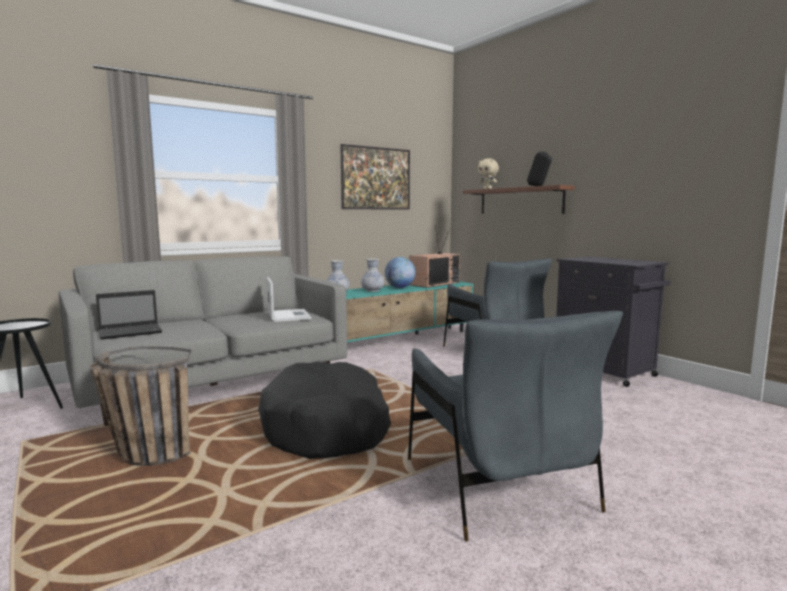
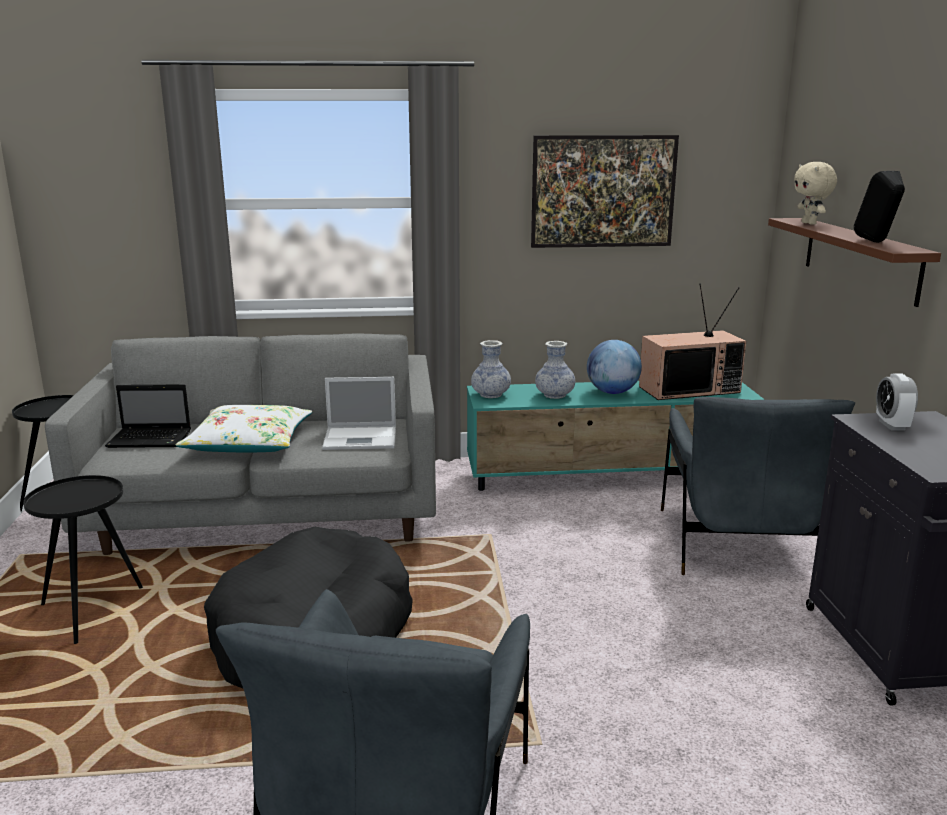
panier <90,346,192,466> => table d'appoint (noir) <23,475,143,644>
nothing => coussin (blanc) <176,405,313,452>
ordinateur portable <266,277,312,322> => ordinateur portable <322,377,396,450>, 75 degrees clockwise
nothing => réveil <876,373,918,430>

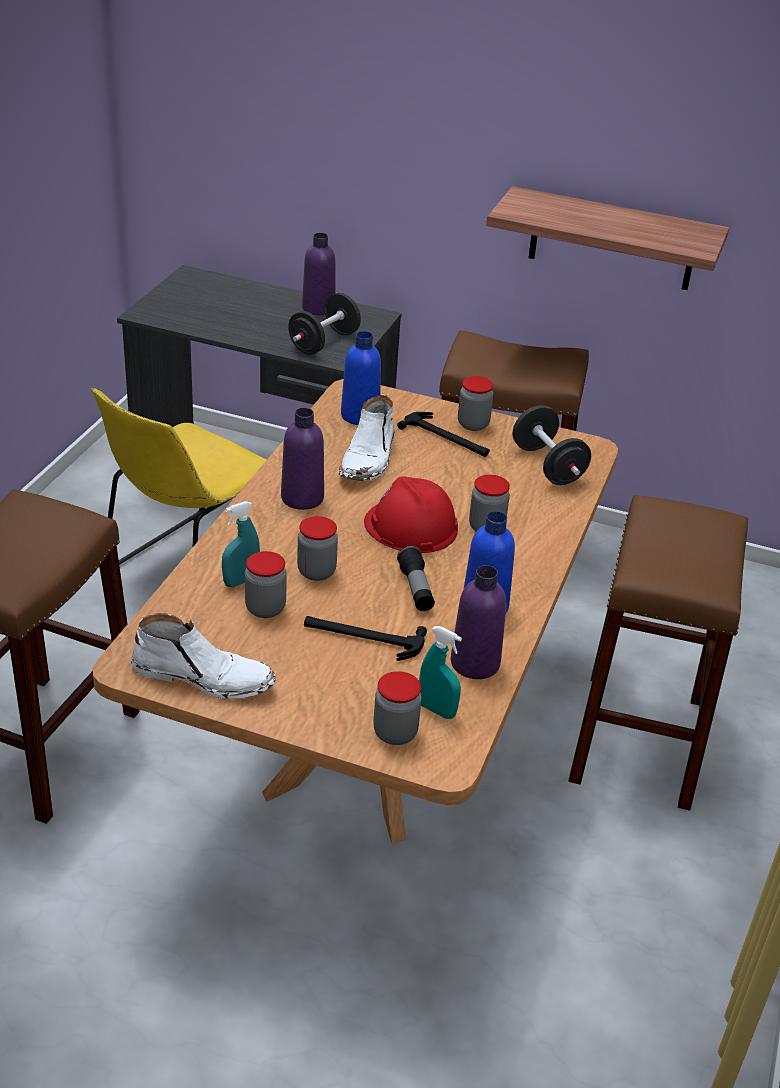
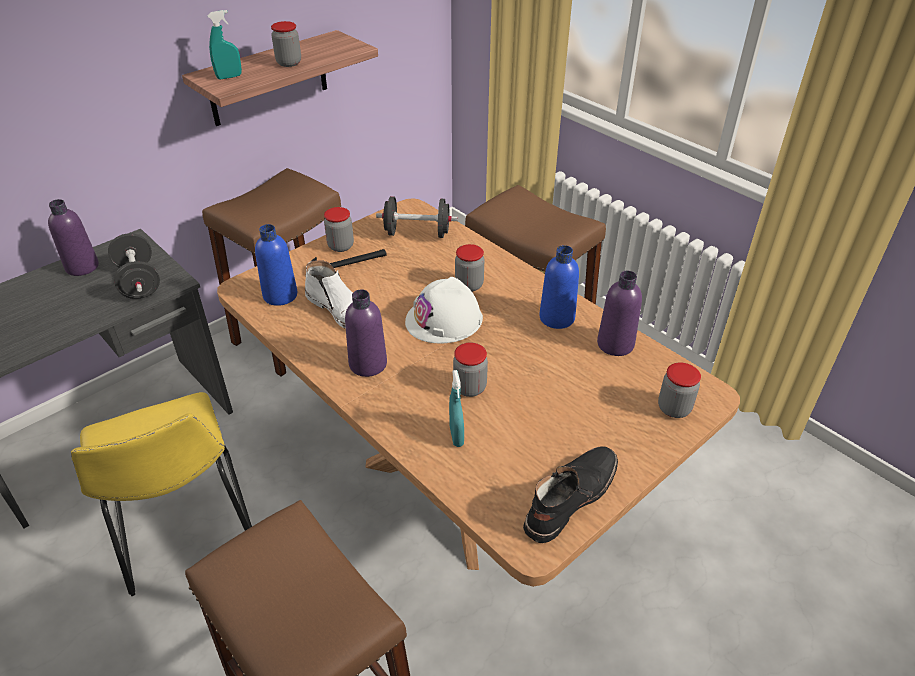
vaporisateur (turquoise) <419,626,462,719> => vaporisateur (turquoise) <207,10,242,80>, move
bocal <245,551,287,618> => bocal <271,21,301,67>, move
casque de chantier (rouge) <364,476,458,553> => casque de chantier (blanc) <405,277,483,343>
botte (blanc) <131,613,276,699> => botte (noir) <523,446,618,543>
marteau <304,616,427,661> => nothing
lampe de poche <397,546,435,611> => nothing

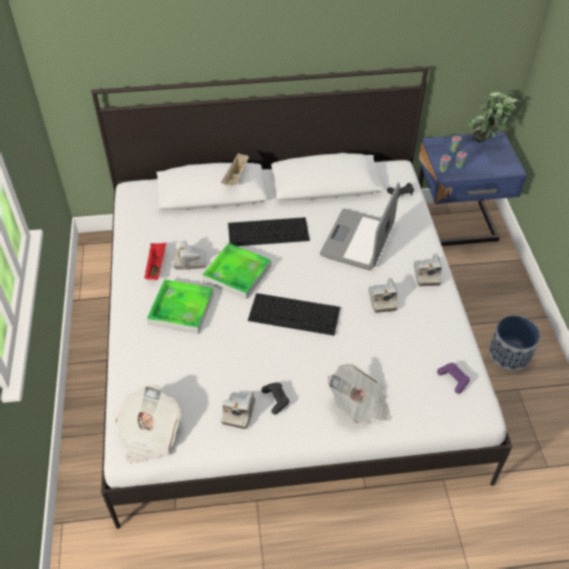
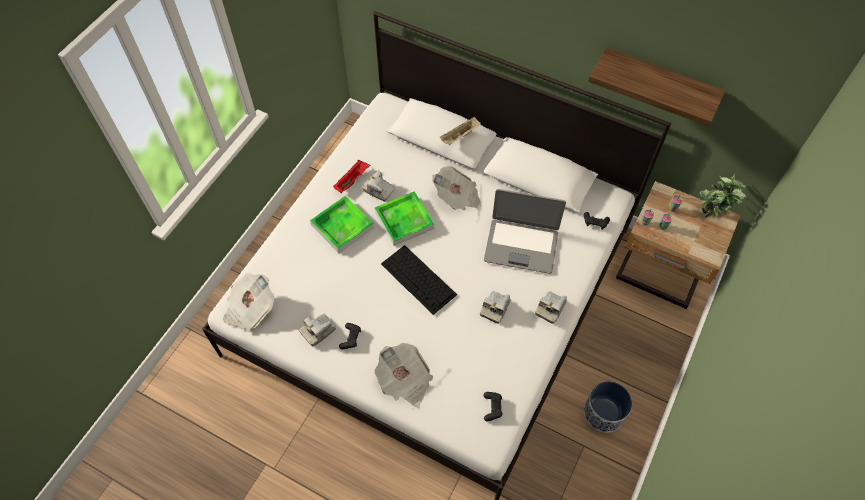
clavier <228,217,310,246> => journal <432,166,481,211>
manette (violet) <437,363,470,394> => manette (noir) <483,392,503,422>
ordinateur portable <320,182,400,270> => ordinateur portable <484,189,566,274>, 135 degrees counterclockwise
nothing => étagère <588,48,725,127>
table de chevet (bleu) <418,132,527,246> => table de chevet (beige) <616,181,740,309>

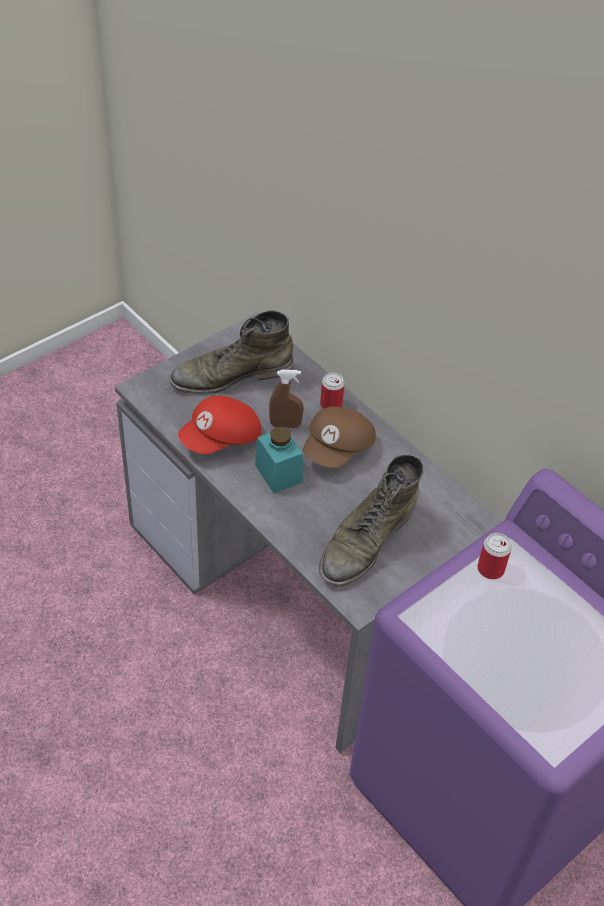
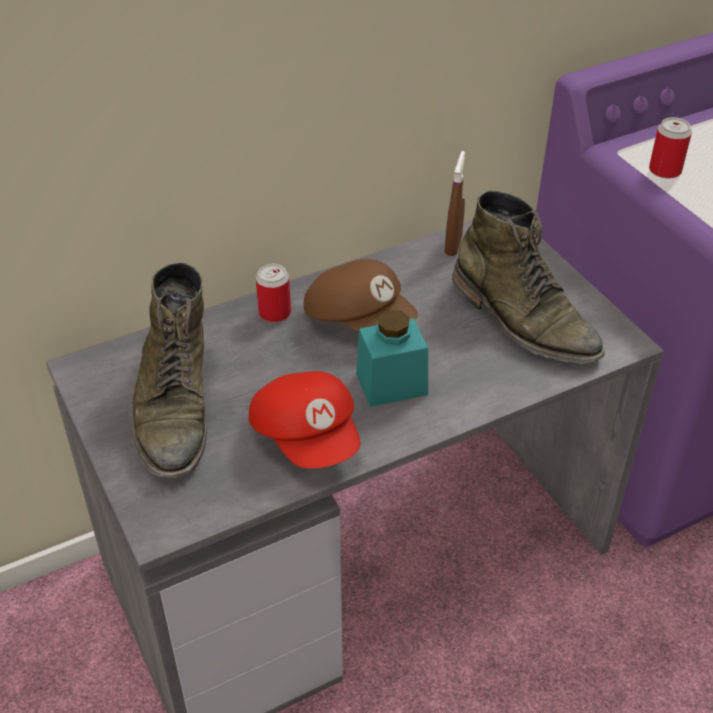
vaporisateur (marron) <269,370,304,428> => vaporisateur (marron) <445,151,465,256>, move

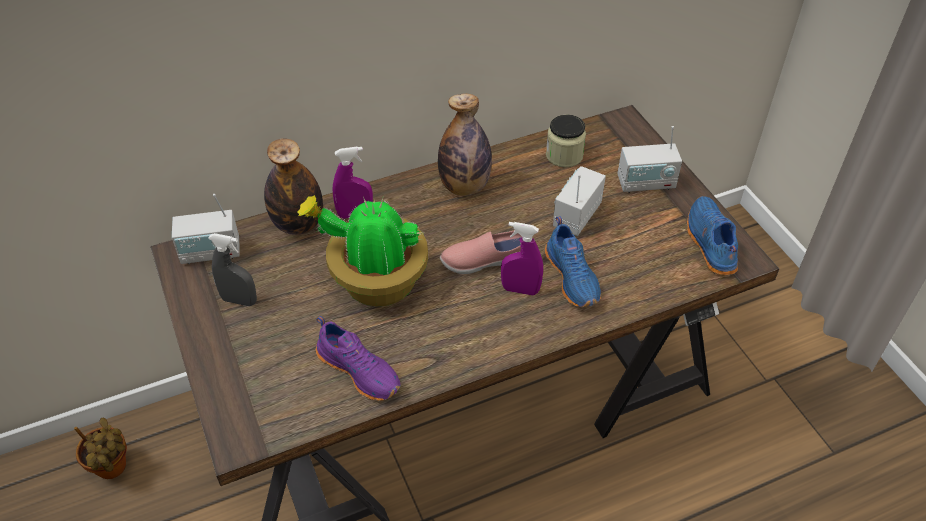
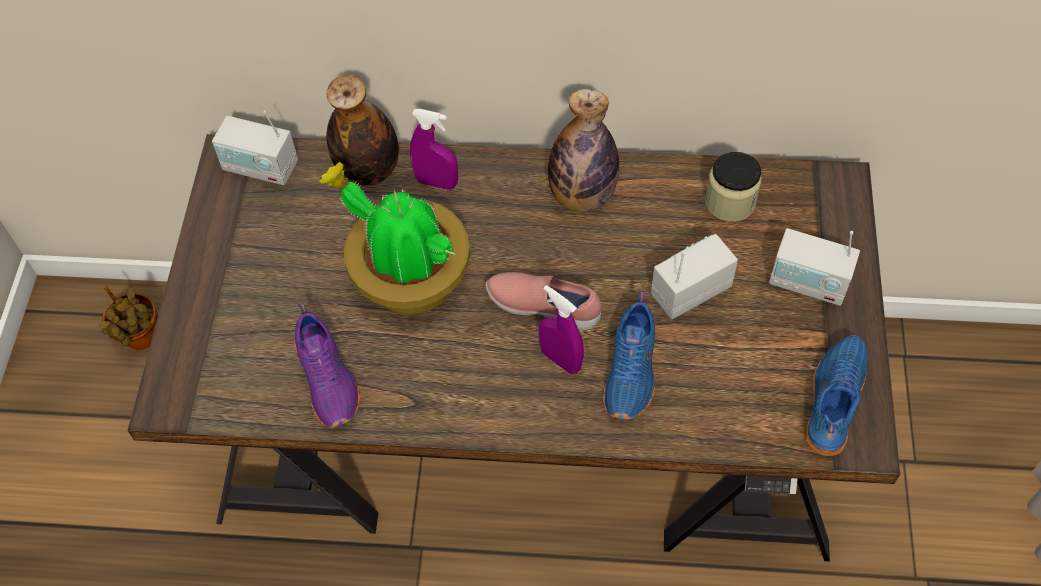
vaporisateur (gris) <208,233,257,306> => nothing

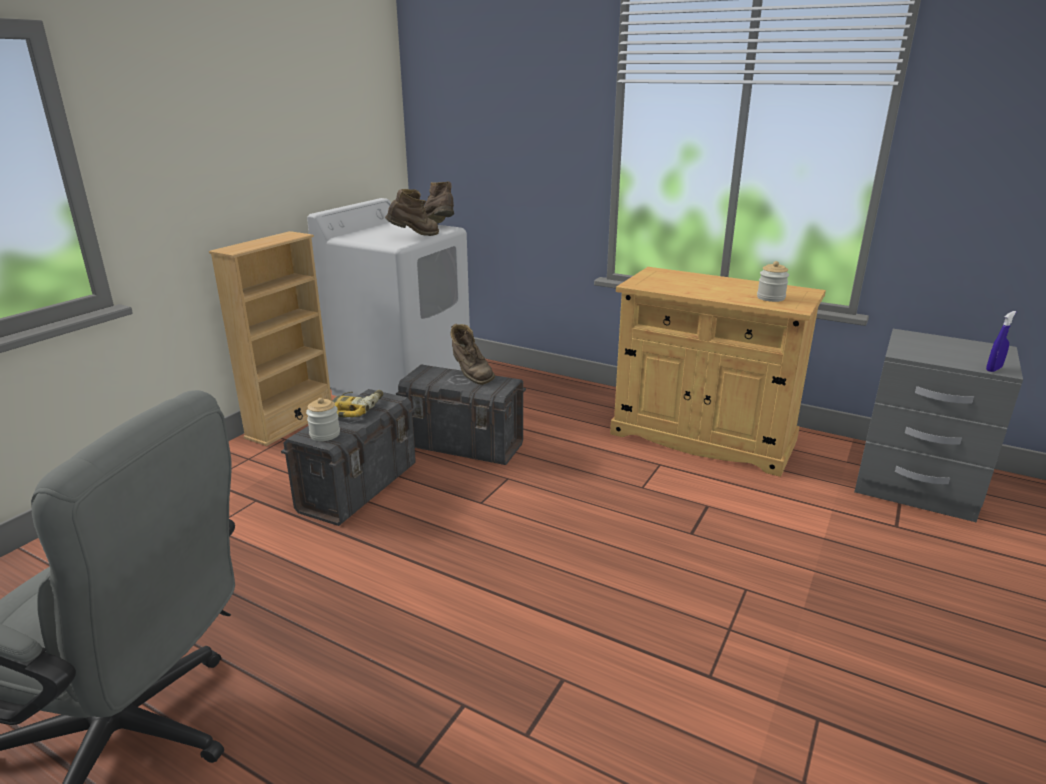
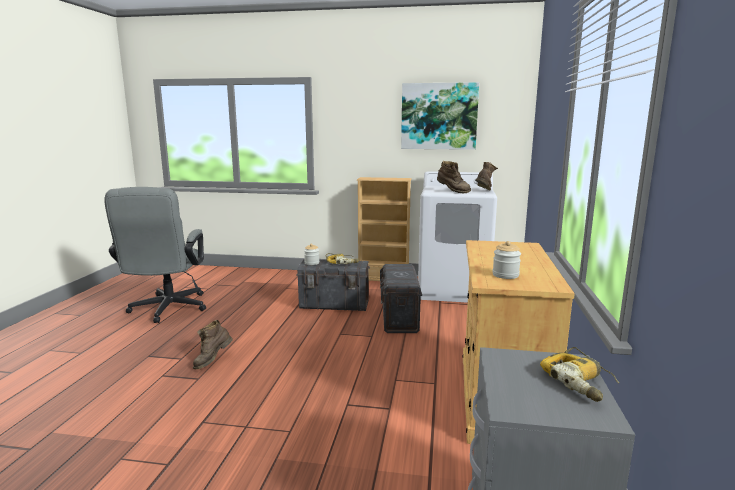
botte (marron) <450,323,495,385> => botte (marron) <193,320,233,369>, move
nothing => tableau <401,82,479,150>
nothing => perceuse <540,347,619,402>
vaporisateur (bleu) <986,311,1016,372> => nothing

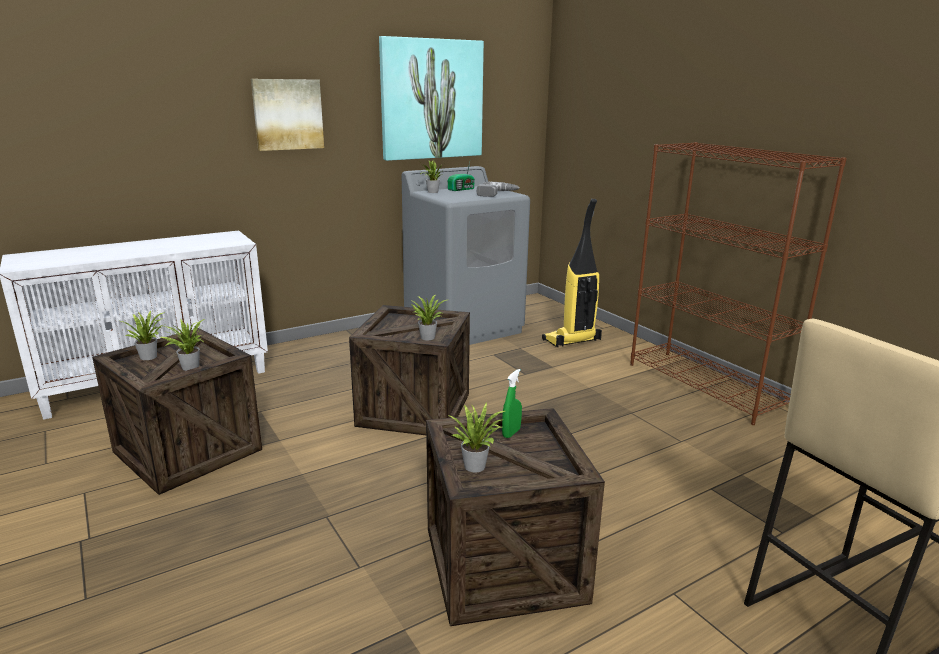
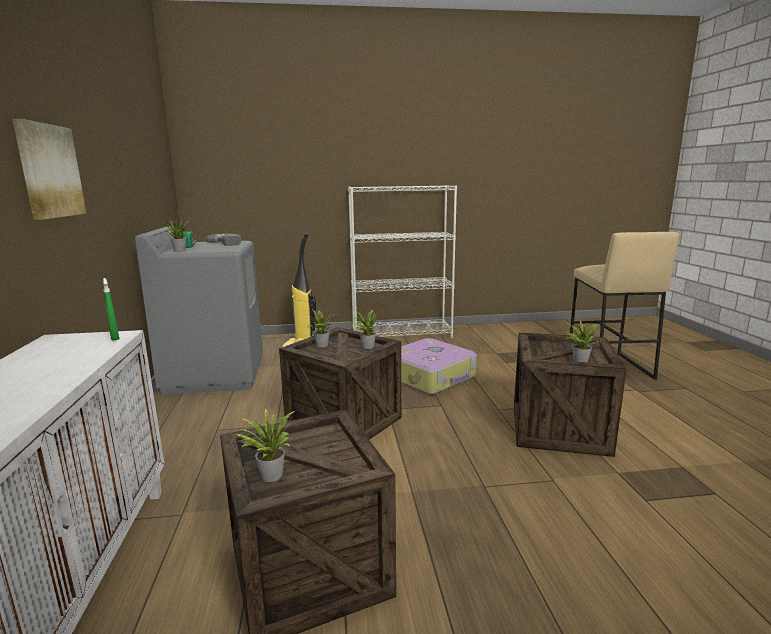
vaporisateur (vert) <502,369,522,438> => vaporisateur (vert) <103,278,119,341>, move
plante en pot <161,319,205,371> => plante en pot <304,310,334,347>, move
bibliothèque (marron) <630,142,847,425> => bibliothèque (blanc) <348,185,457,338>
nothing => valise <401,338,477,395>
tableau <379,36,484,161> => nothing

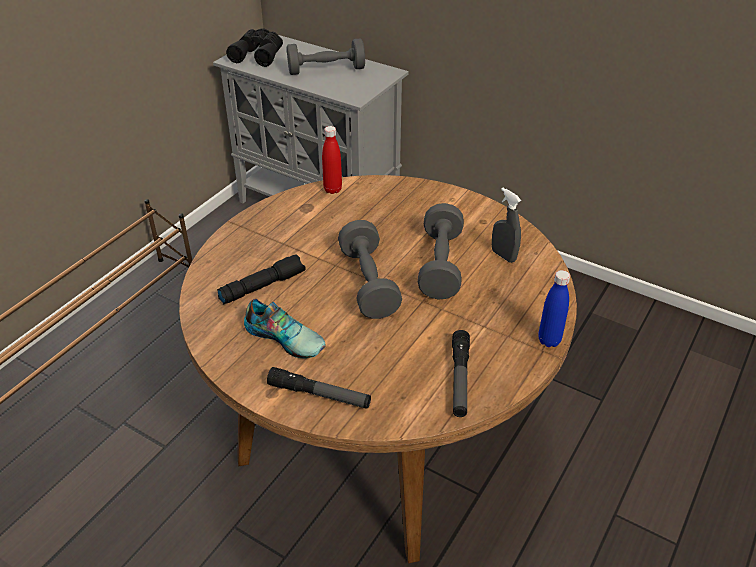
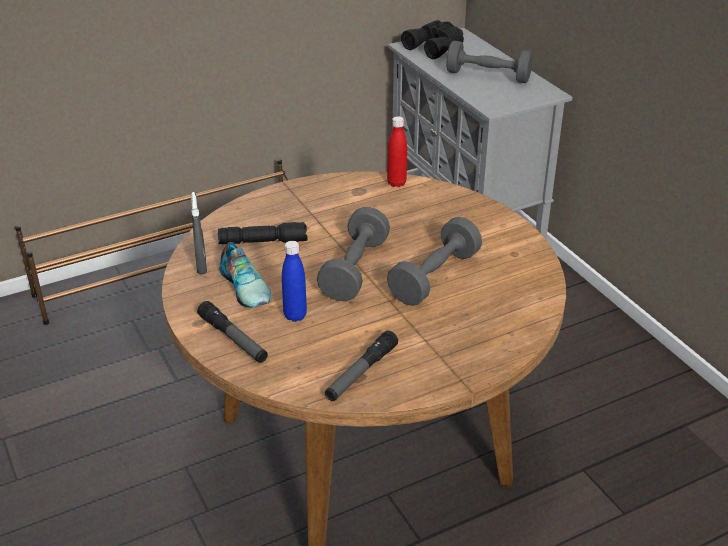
vaporisateur (gris) <492,188,521,263> => vaporisateur (gris) <191,192,207,275>, move
bouteille (bleu) <538,270,570,347> => bouteille (bleu) <282,241,307,322>, move

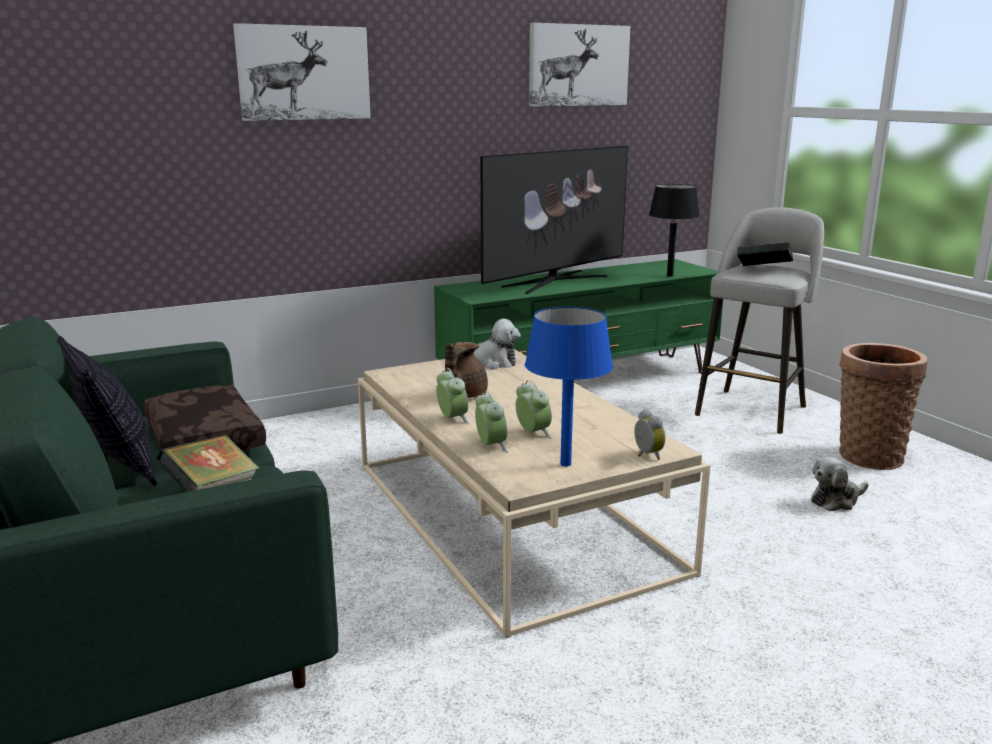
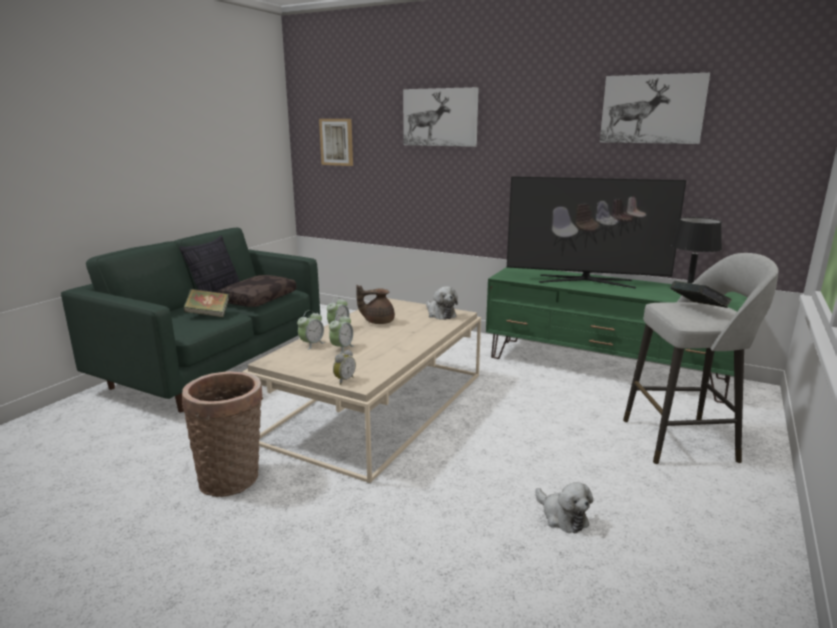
panier <839,343,927,470> => panier <182,371,263,497>, move
nothing => tableau <319,119,353,166>
peluche <811,457,868,511> => peluche <535,482,593,534>, 150 degrees counterclockwise
lampe de table (bleu) <525,307,613,467> => nothing

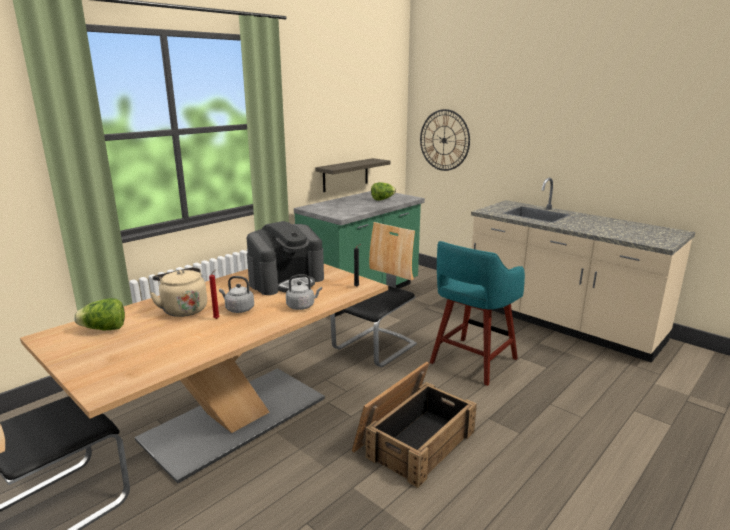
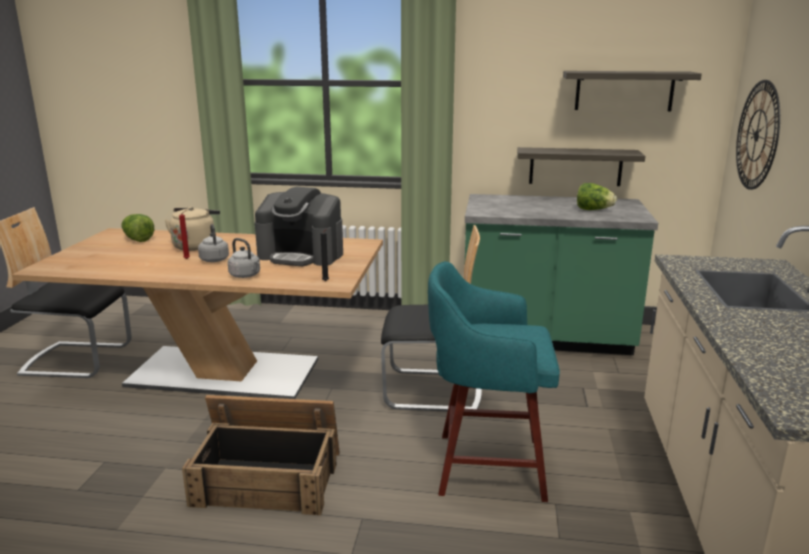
nothing => étagère <563,71,702,111>

